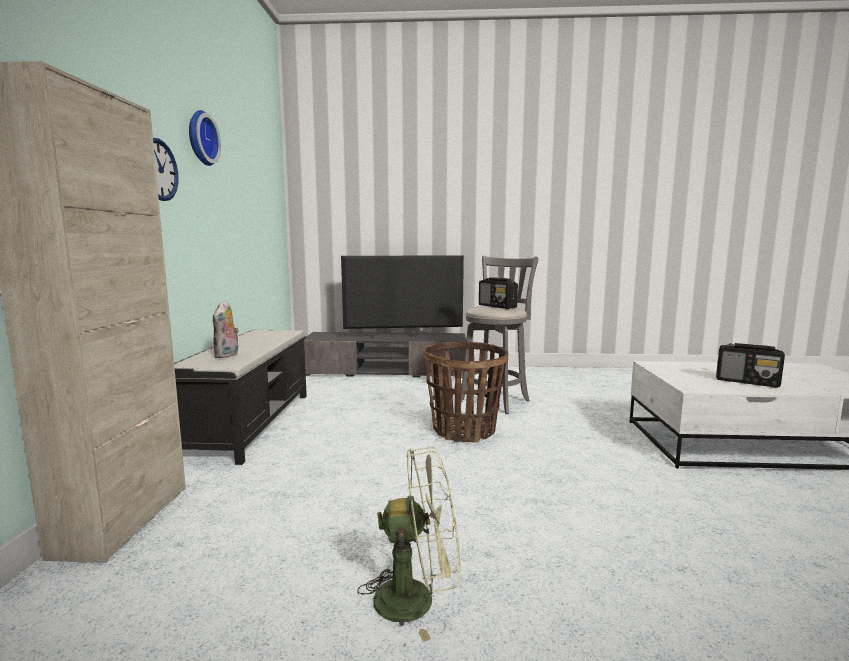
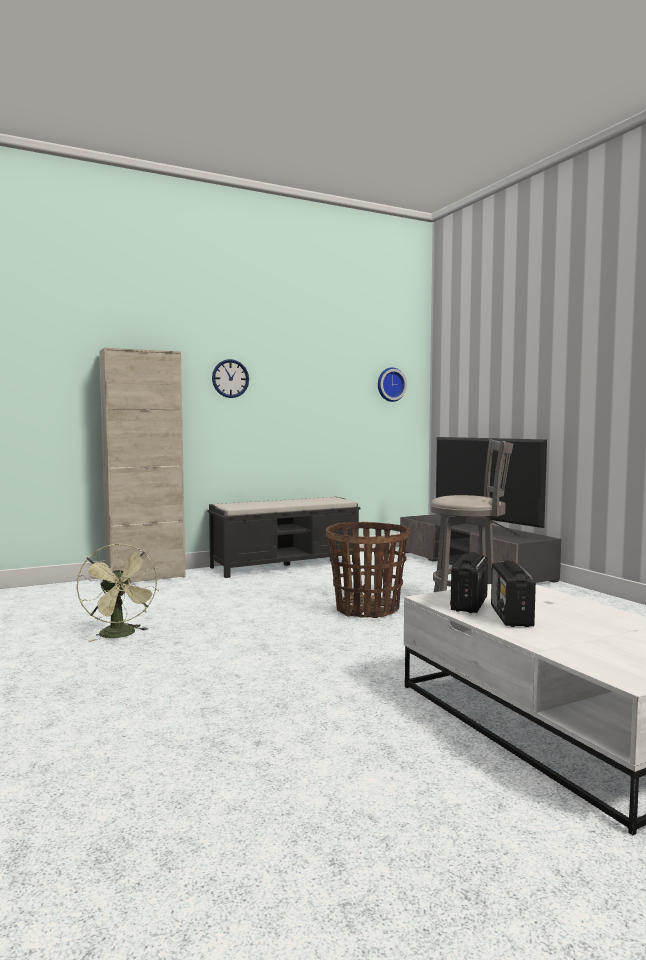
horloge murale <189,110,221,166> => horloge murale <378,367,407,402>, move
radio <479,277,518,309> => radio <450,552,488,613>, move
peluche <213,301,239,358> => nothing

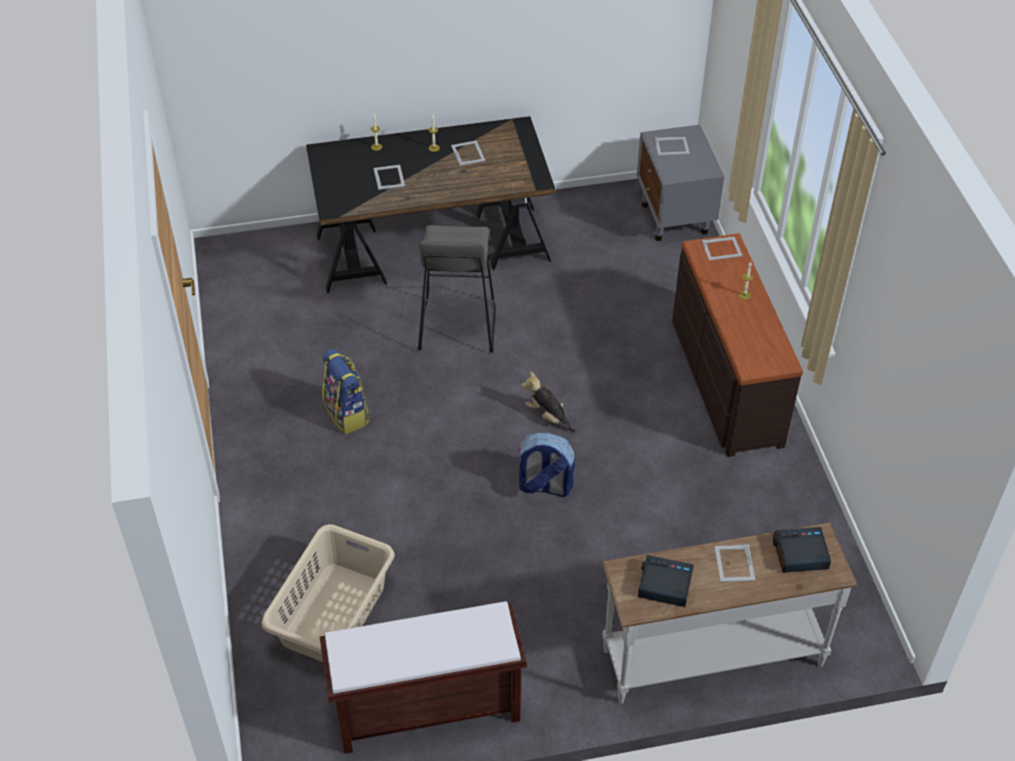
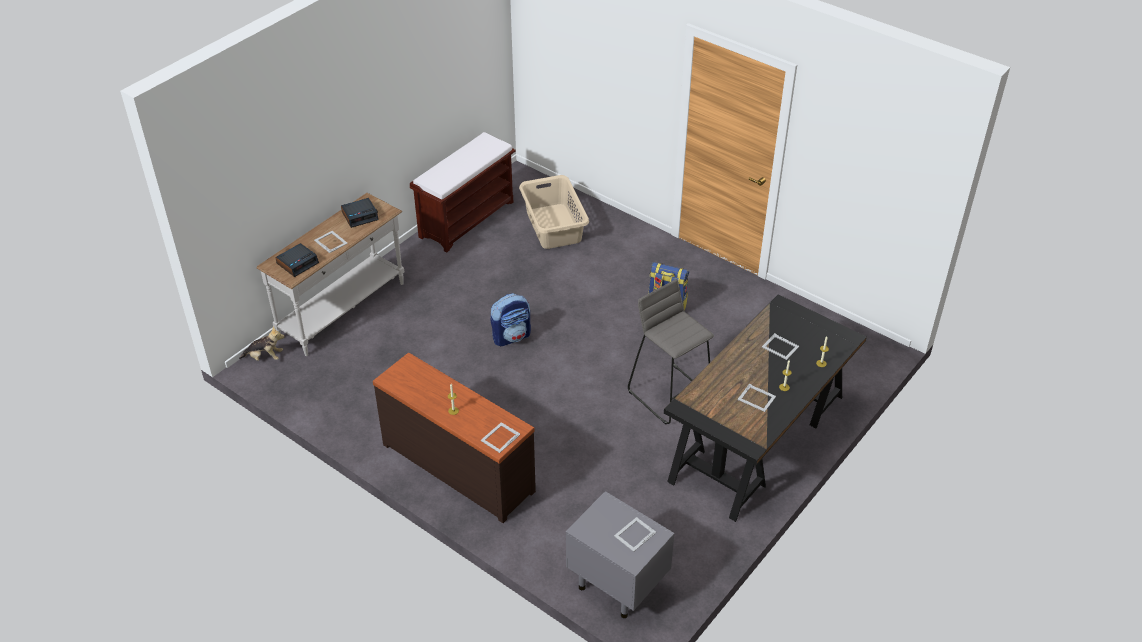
peluche <522,372,576,432> => peluche <239,326,285,361>, move

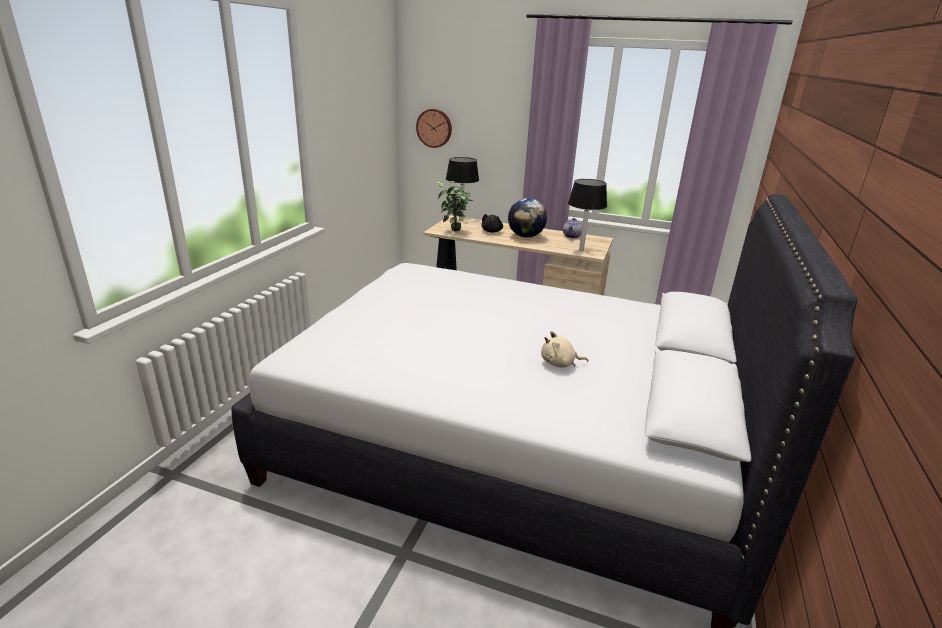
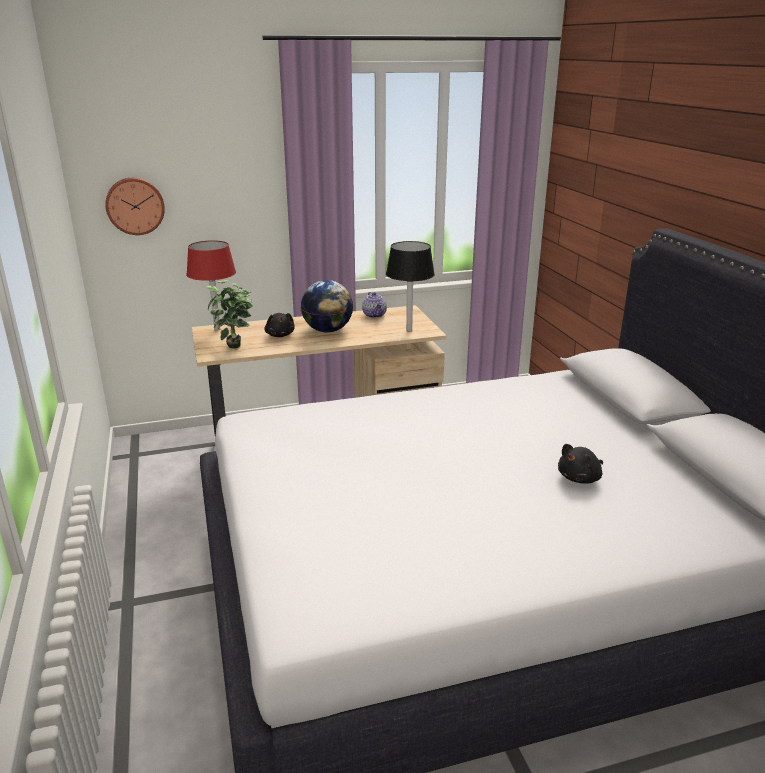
lampe de table (noir) <446,157,479,220> => lampe de table (rouge) <186,240,236,331>
peluche (beige) <541,331,589,368> => peluche (noir) <558,444,603,484>

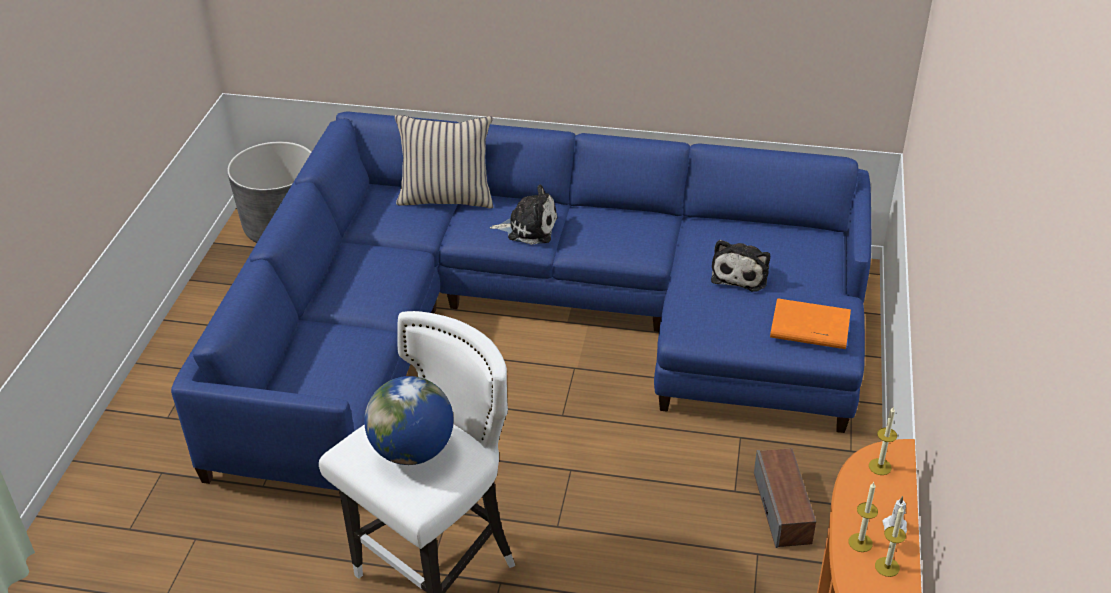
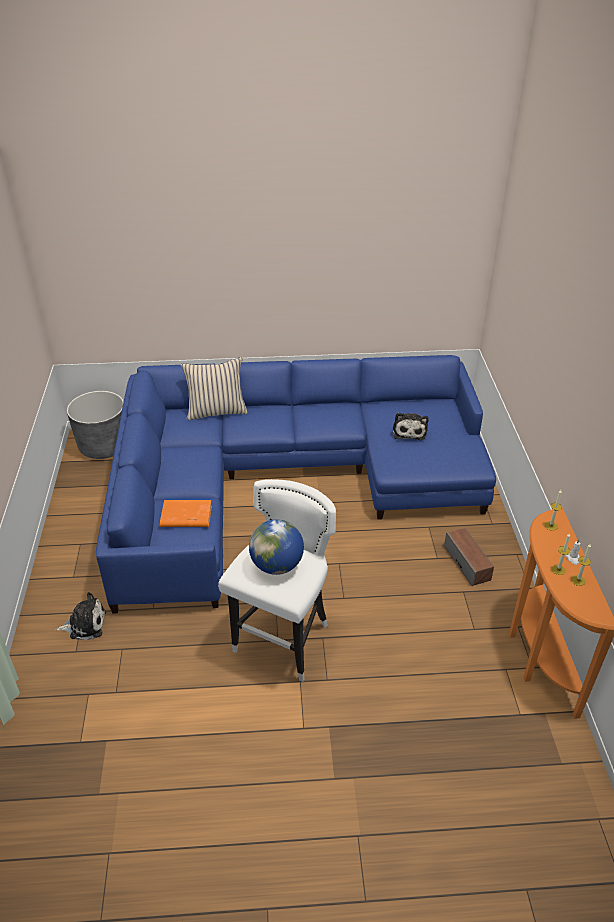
peluche <490,185,558,245> => peluche <55,592,106,640>, move
livre (orange) <770,298,851,349> => livre (orange) <160,500,212,527>, move

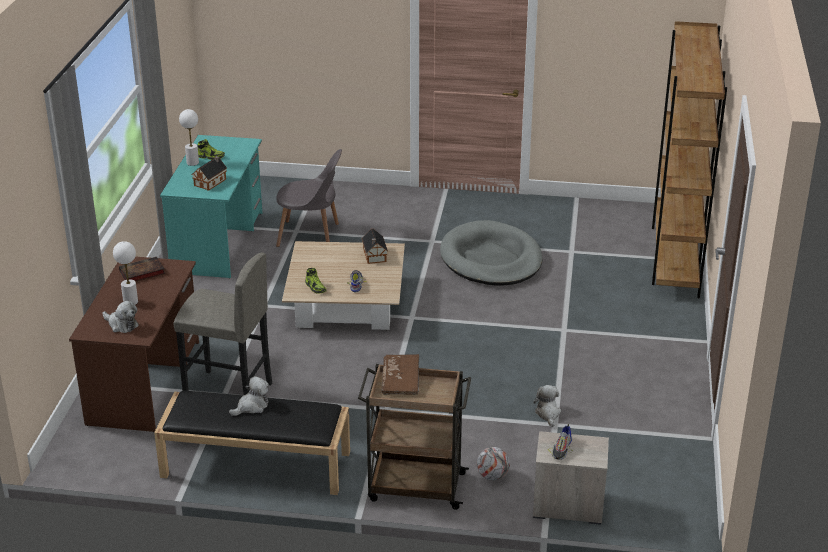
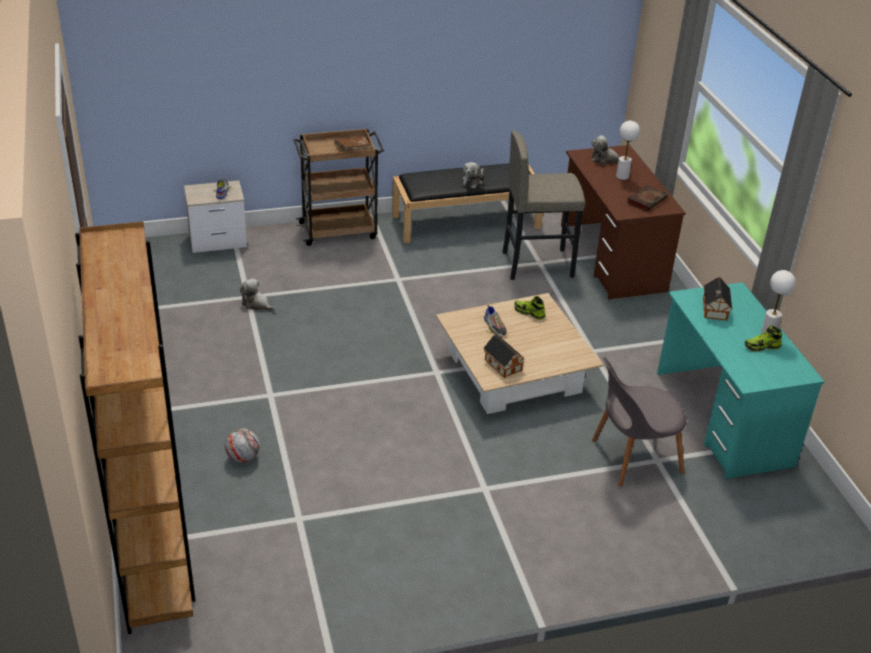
ballon de foot <477,447,510,480> => ballon de foot <225,428,260,463>, move
peluche <533,385,561,427> => peluche <240,278,275,311>, 150 degrees clockwise
panier pour chien (gris) <440,220,542,285> => nothing

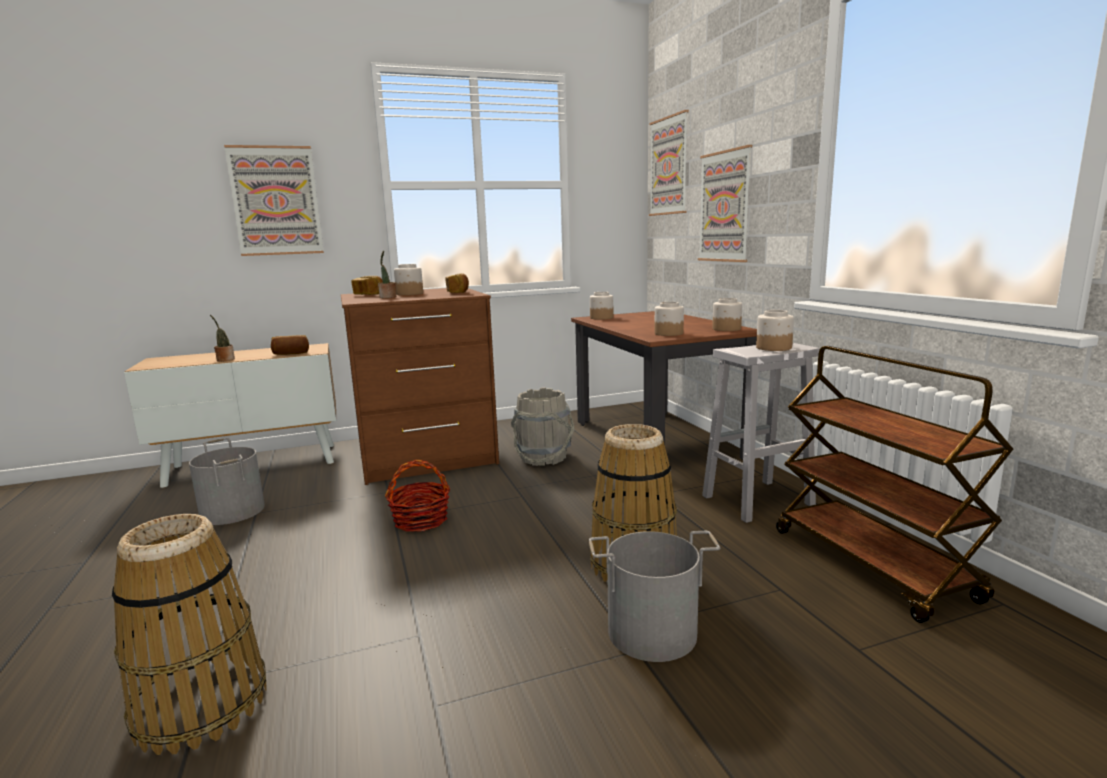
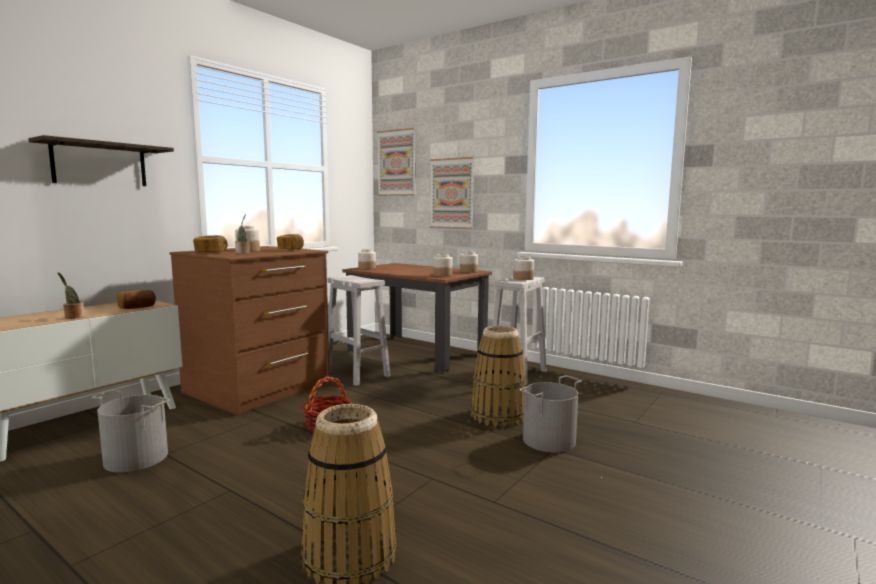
tableau <224,145,324,256> => étagère <29,135,174,186>
seau (gris) <511,387,574,466> => tabouret (blanc) <327,275,391,386>
chariot (marron) <776,346,1013,623> => nothing

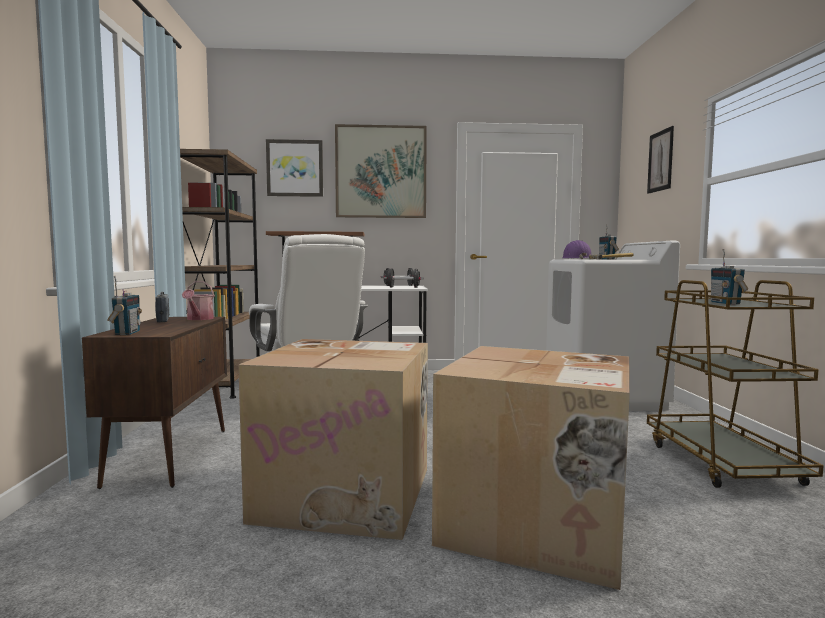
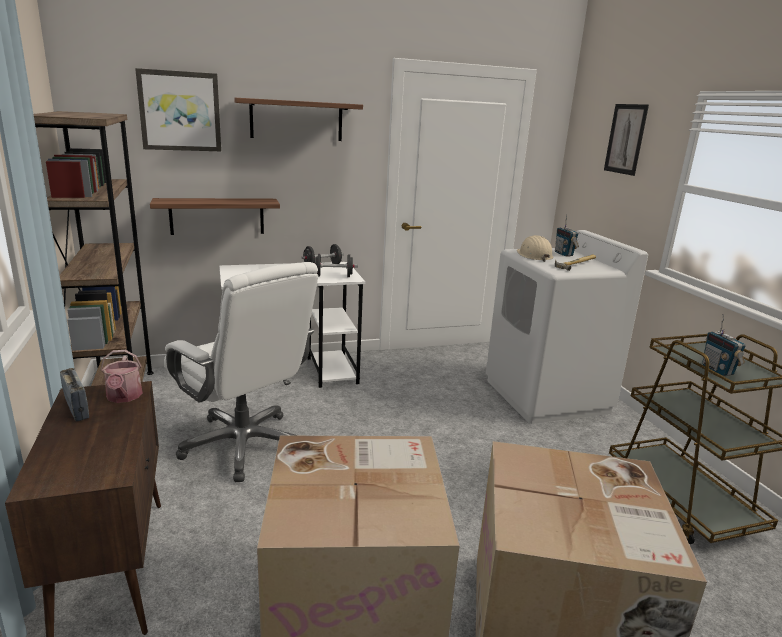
tableau <335,124,427,218> => étagère <234,98,363,141>
casque de chantier (violet) <563,240,592,259> => casque de chantier (beige) <517,235,554,262>
radio <107,276,142,335> => nothing

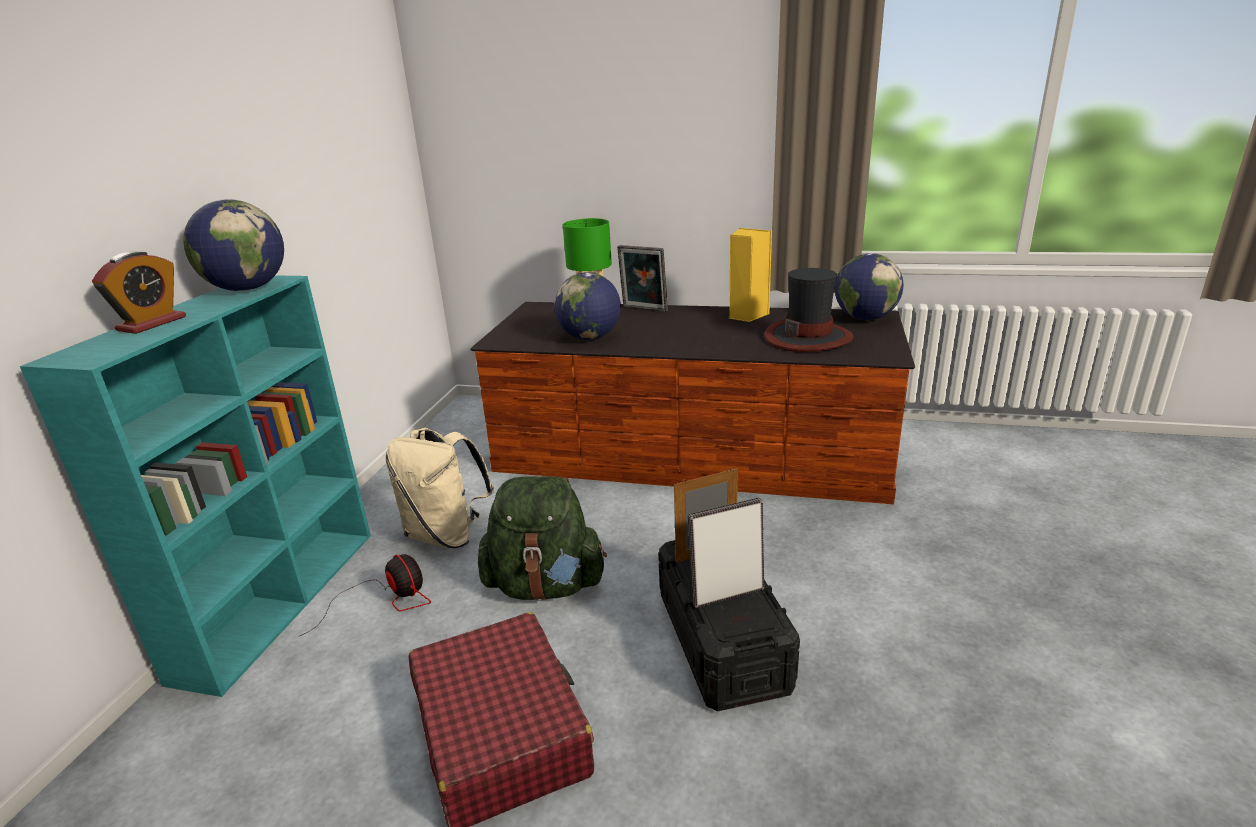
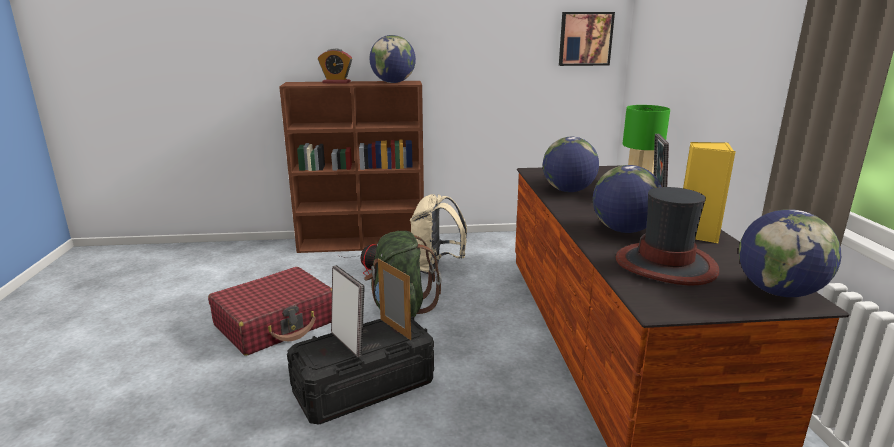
bibliothèque (turquoise) <20,275,371,697> => bibliothèque (marron) <279,81,424,253>
nothing => tableau <559,12,615,66>
nothing => globe <593,165,662,233>

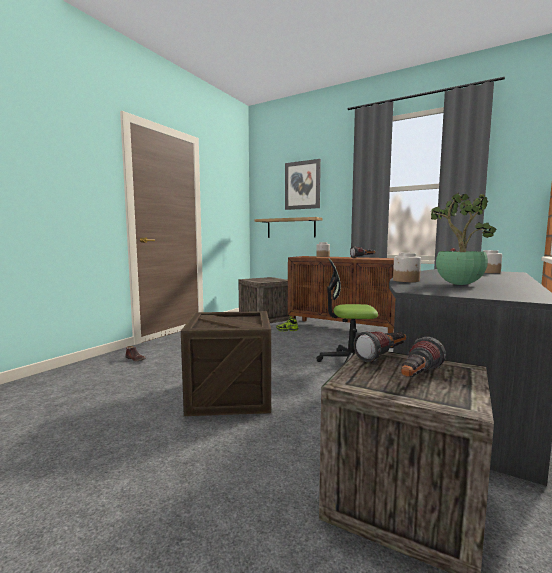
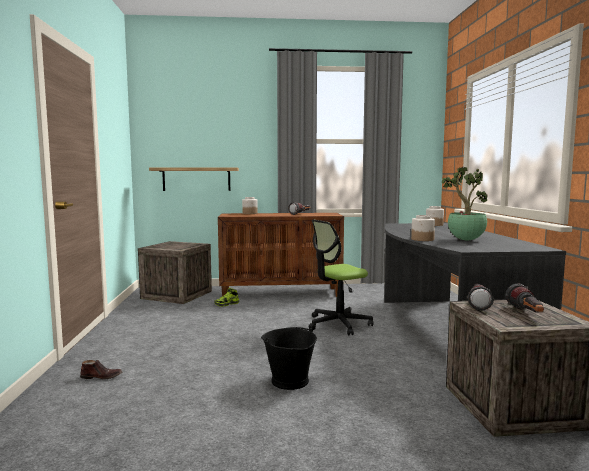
caisse <181,311,271,416> => seau (noir) <261,326,317,390>
tableau <285,159,321,210> => nothing

